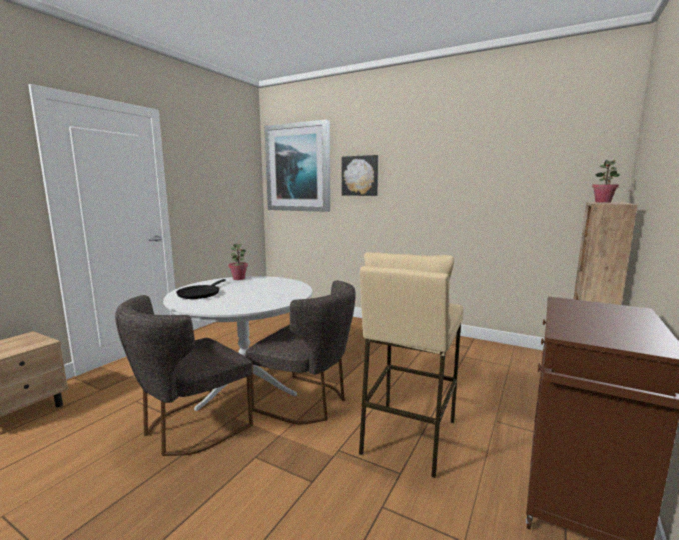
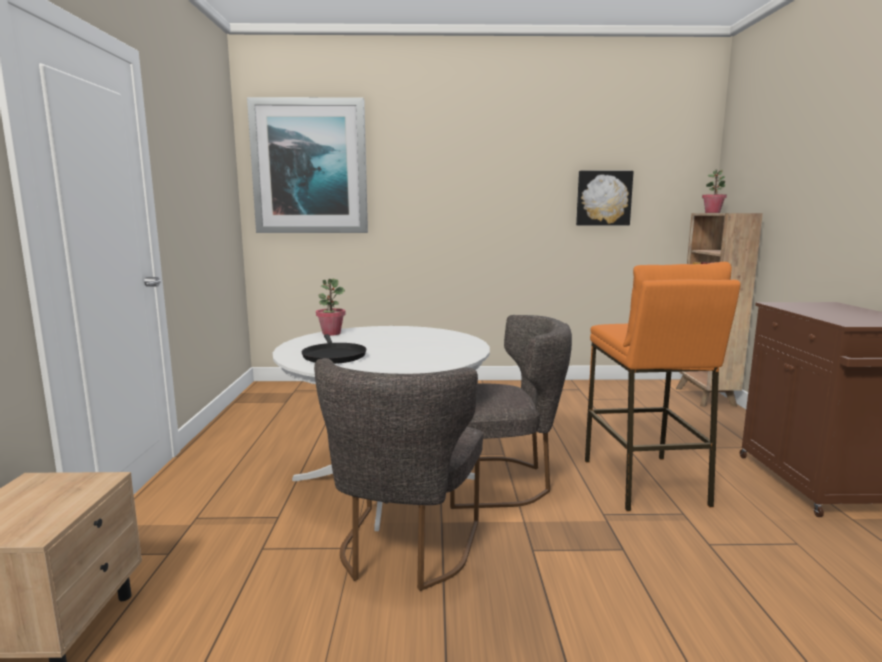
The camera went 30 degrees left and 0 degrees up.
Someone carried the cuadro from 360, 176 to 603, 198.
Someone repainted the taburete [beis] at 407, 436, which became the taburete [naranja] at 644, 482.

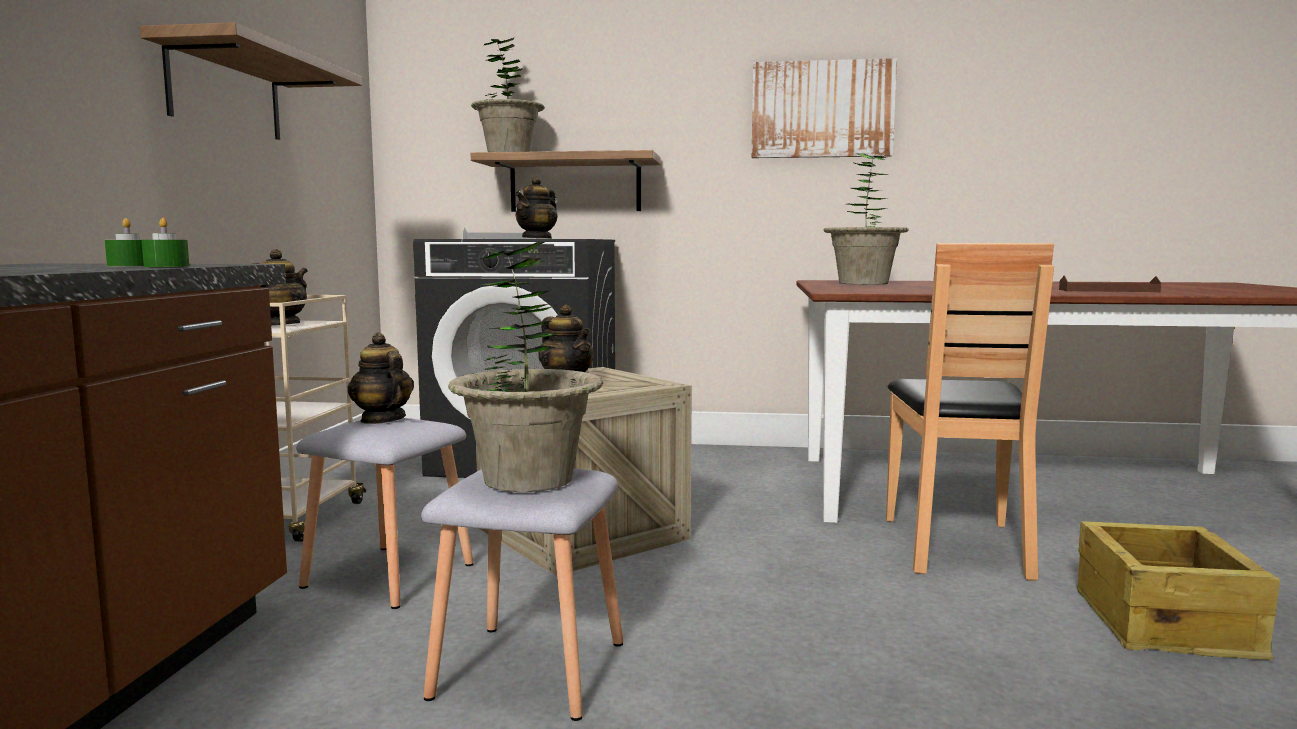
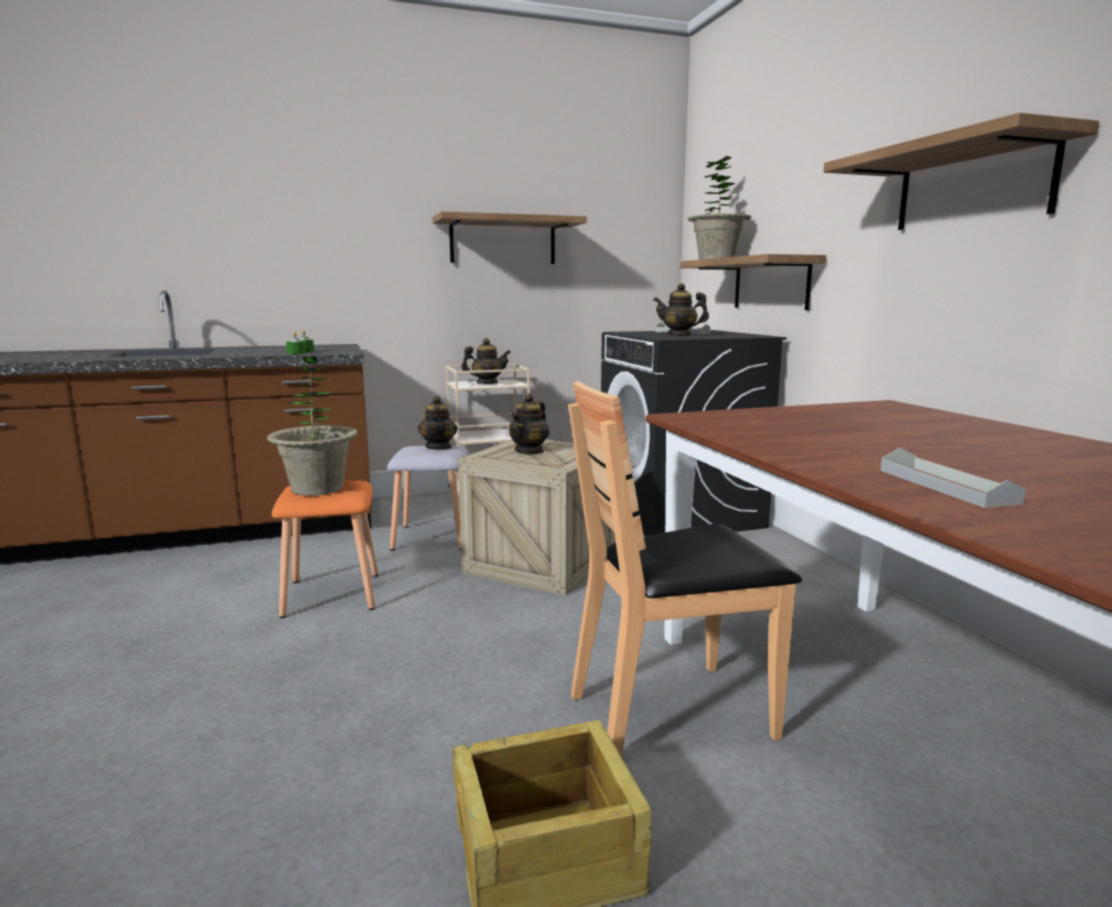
The camera went 65 degrees right and 5 degrees up.
Someone repainted the taburete [gris] at 526, 670, which became the taburete [naranja] at 331, 594.
Someone rotated the tetera at 382, 419 by 150 degrees clockwise.
Someone swapped the cuadro at 822, 110 for the estante at 972, 185.
Someone repainted the bandeja [marrón] at 1108, 290, which became the bandeja [gris] at 945, 486.
Someone took away the planta en maceta at 863, 283.

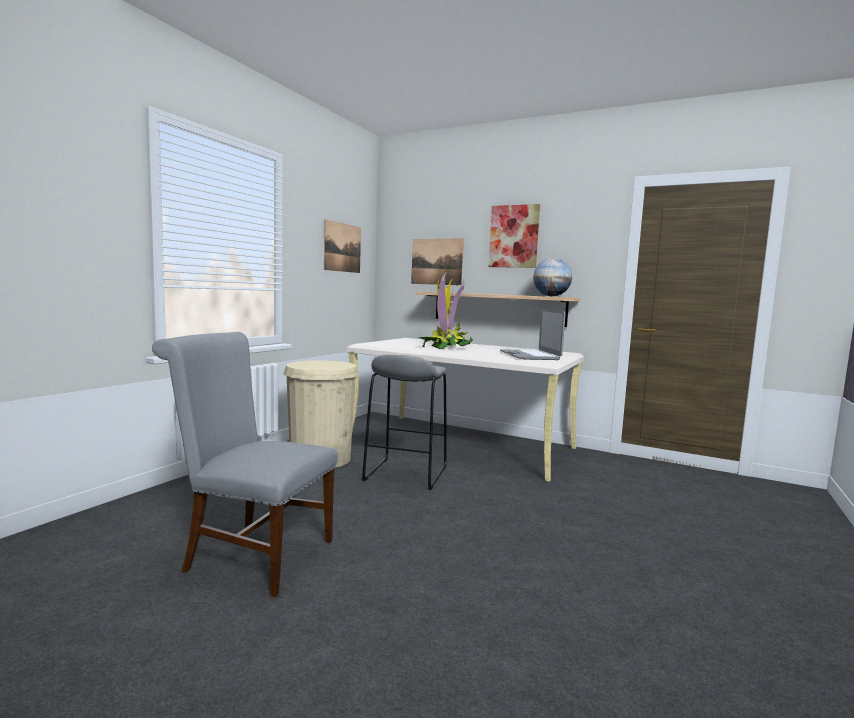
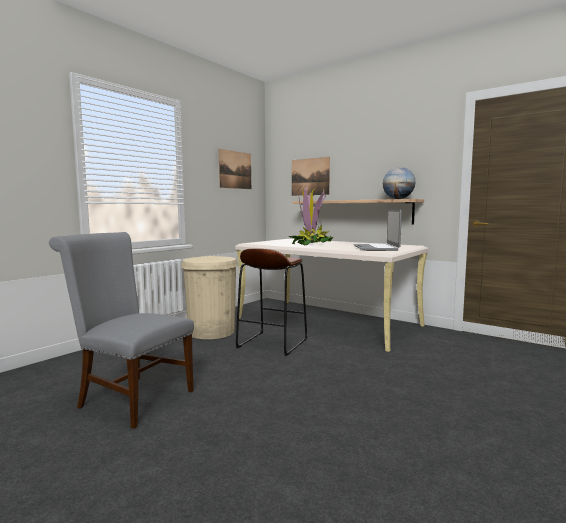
The camera went 10 degrees right and 0 degrees up.
Someone repainted the taburete [gris] at 405, 473, which became the taburete [marrón] at 272, 343.
Someone took away the cuadro at 514, 236.

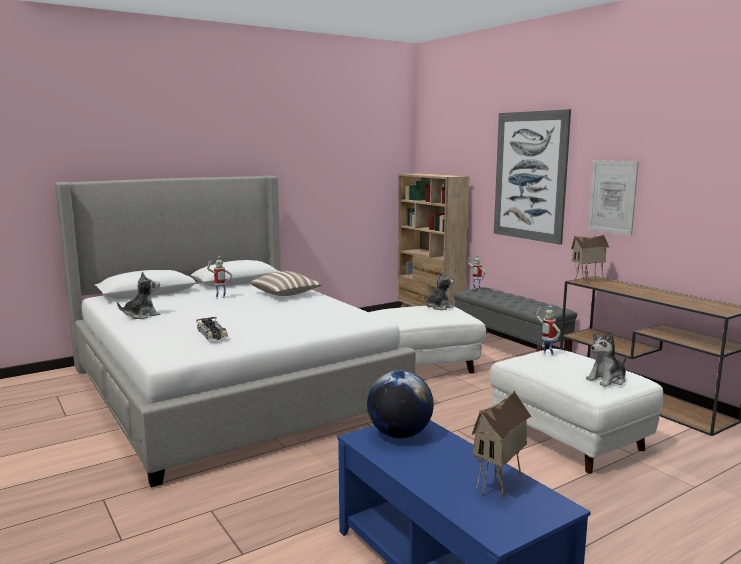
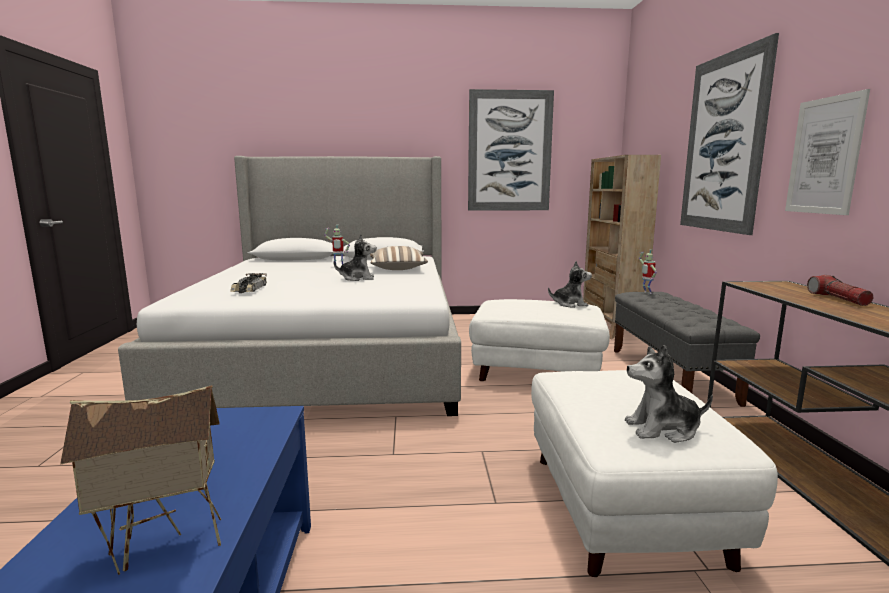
The camera went 30 degrees right and 0 degrees up.
Someone carried the peluche from 142, 315 to 357, 278.
Someone put up the cuadro at 509, 151.
Someone put down the linterna at 838, 299.
Someone took away the globo terráqueo at 399, 434.
Someone took away the robot de juguete at 547, 354.
Someone took away the casita at 588, 281.

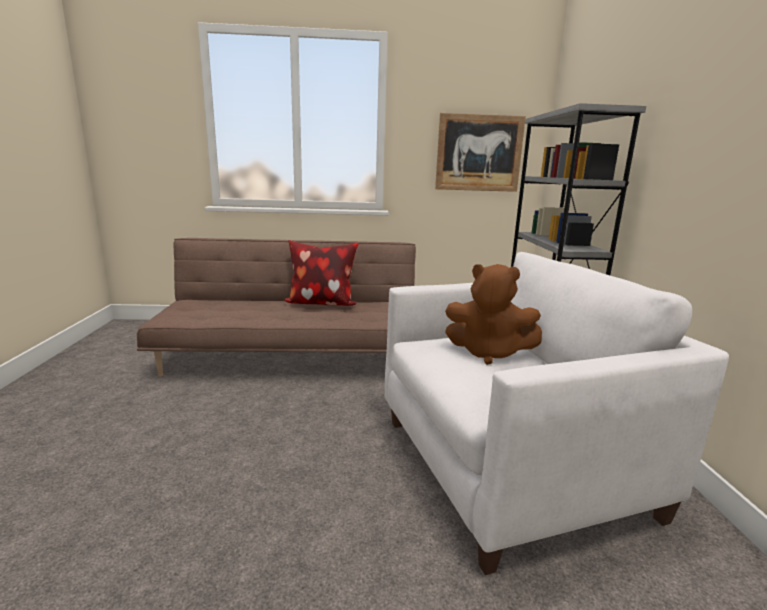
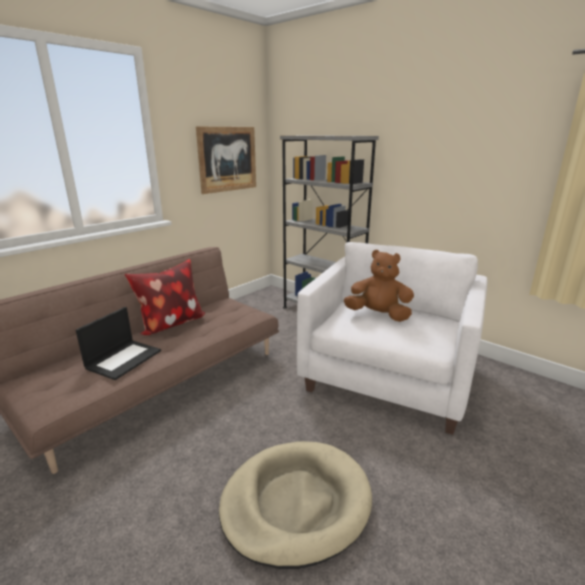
The camera went 45 degrees left and 5 degrees up.
Someone put down the portátil at 124, 359.
Someone put down the cama para perro [beis] at 295, 503.
Someone rotated the peluche [marrón] at 489, 353 by 135 degrees counterclockwise.

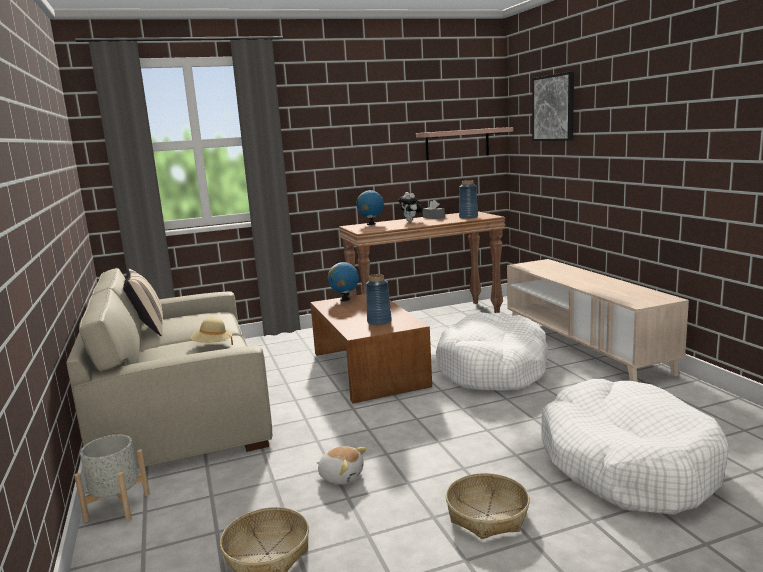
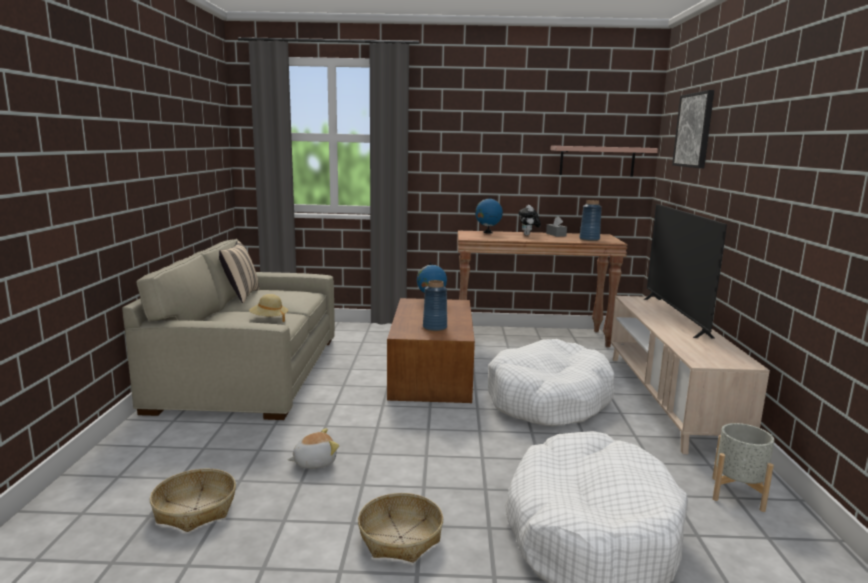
The camera went 20 degrees right and 0 degrees up.
Someone rotated the peluche at 341, 476 by 75 degrees counterclockwise.
Someone put down the televisor at 675, 316.
Someone carried the maceta [gris] from 117, 507 to 737, 494.

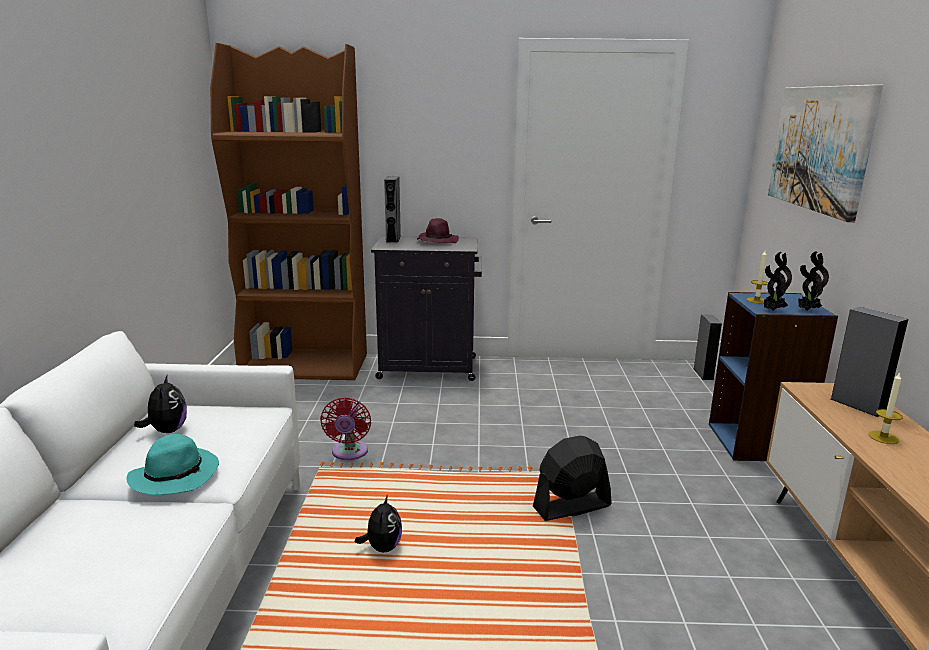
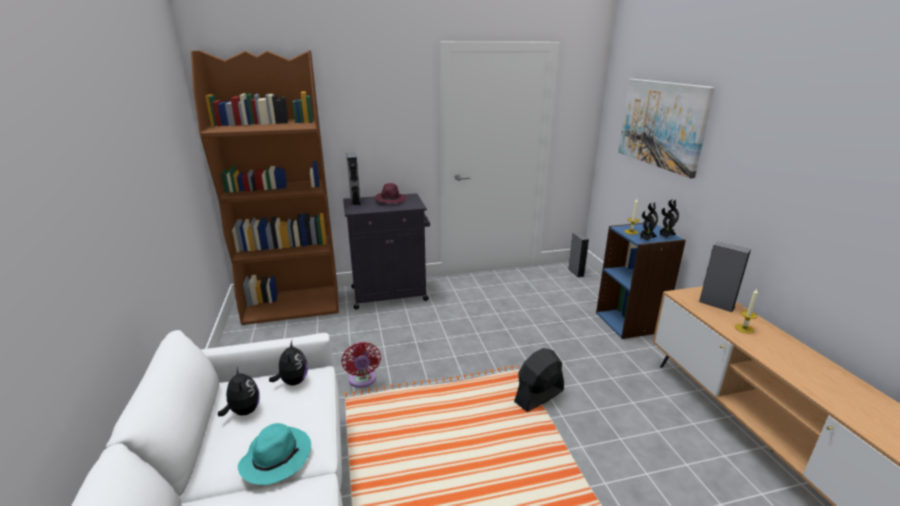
The camera went 15 degrees left and 5 degrees up.
Someone carried the peluche from 382, 547 to 293, 381.

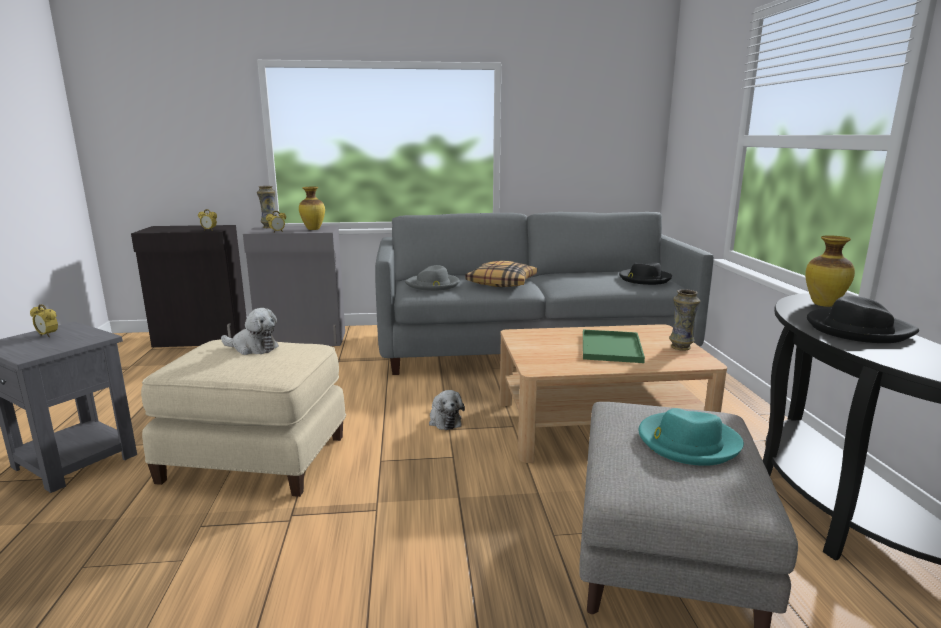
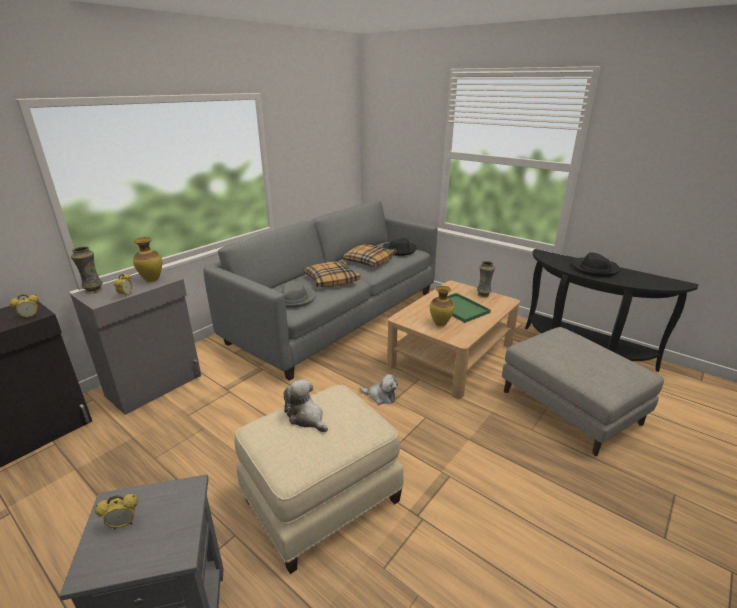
The camera went 45 degrees left and 10 degrees up.
Someone rotated the peluche at 252, 348 by 105 degrees counterclockwise.
Someone put down the cojín at 368, 261.
Someone carried the florero from 823, 304 to 440, 324.
Someone took away the sombrero [turquesa] at 687, 442.

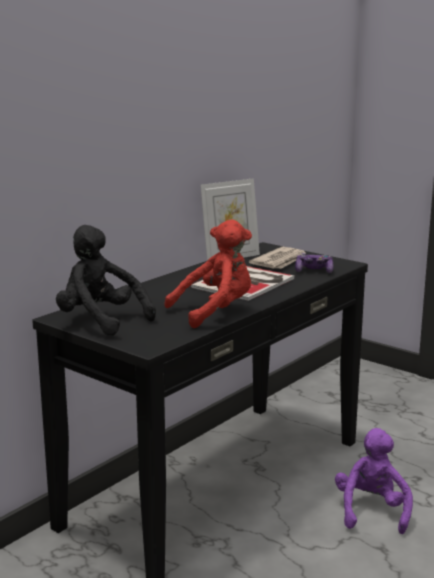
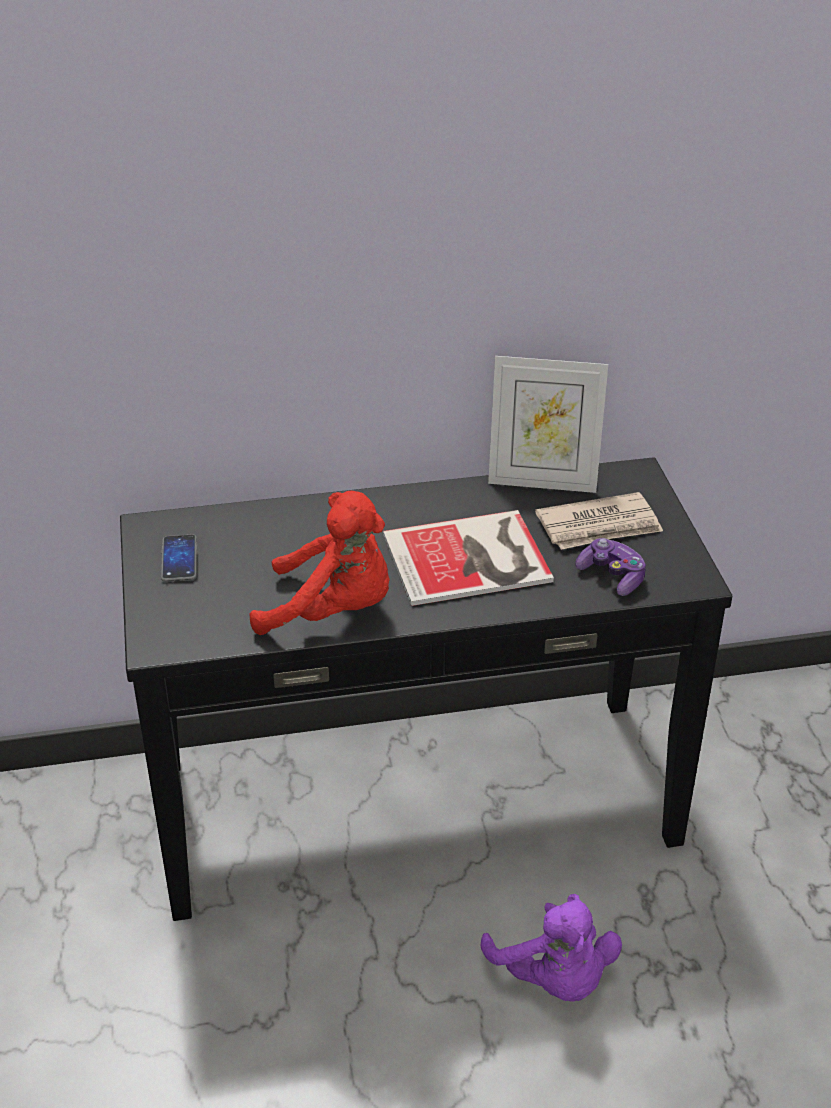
The camera went 40 degrees right and 20 degrees up.
Someone swapped the peluche [negro] at 100, 321 for the móvil at 179, 559.
Someone rotated the peluche [morado] at 371, 511 by 105 degrees clockwise.

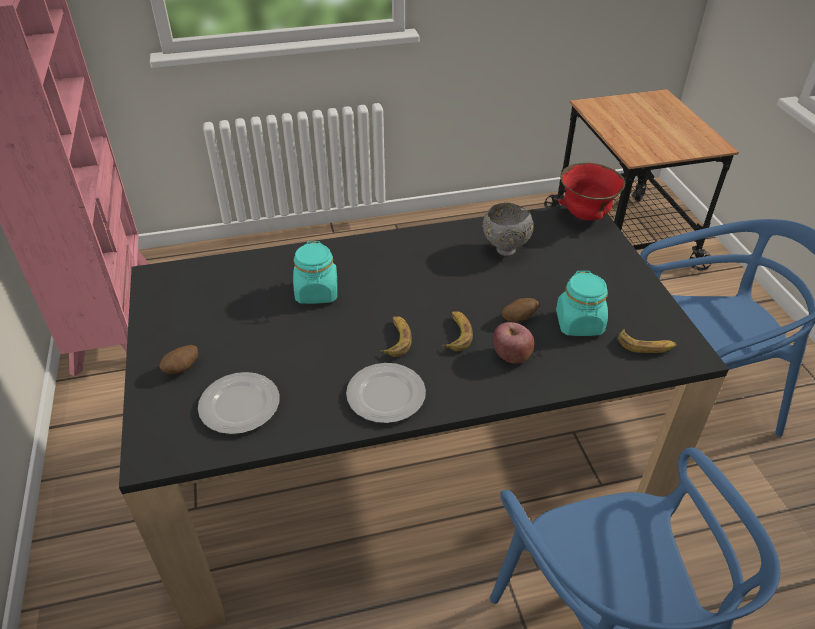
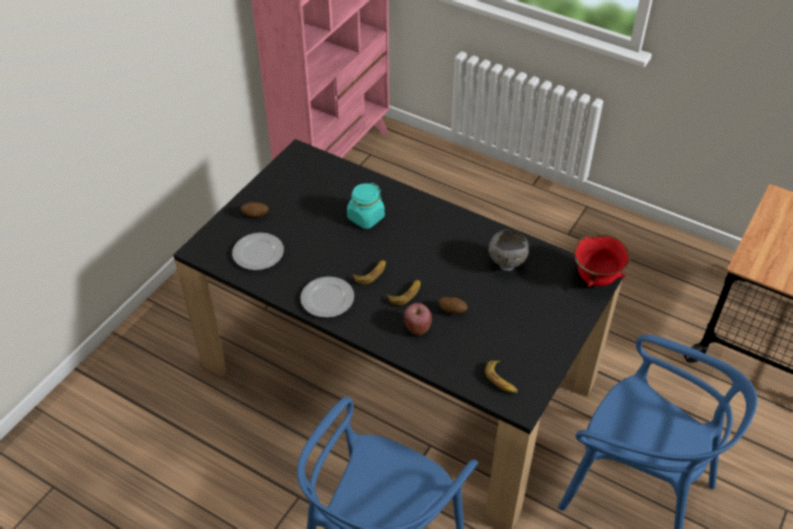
The camera went 45 degrees right and 5 degrees up.
Someone took away the tarro [turquesa] at 579, 323.

